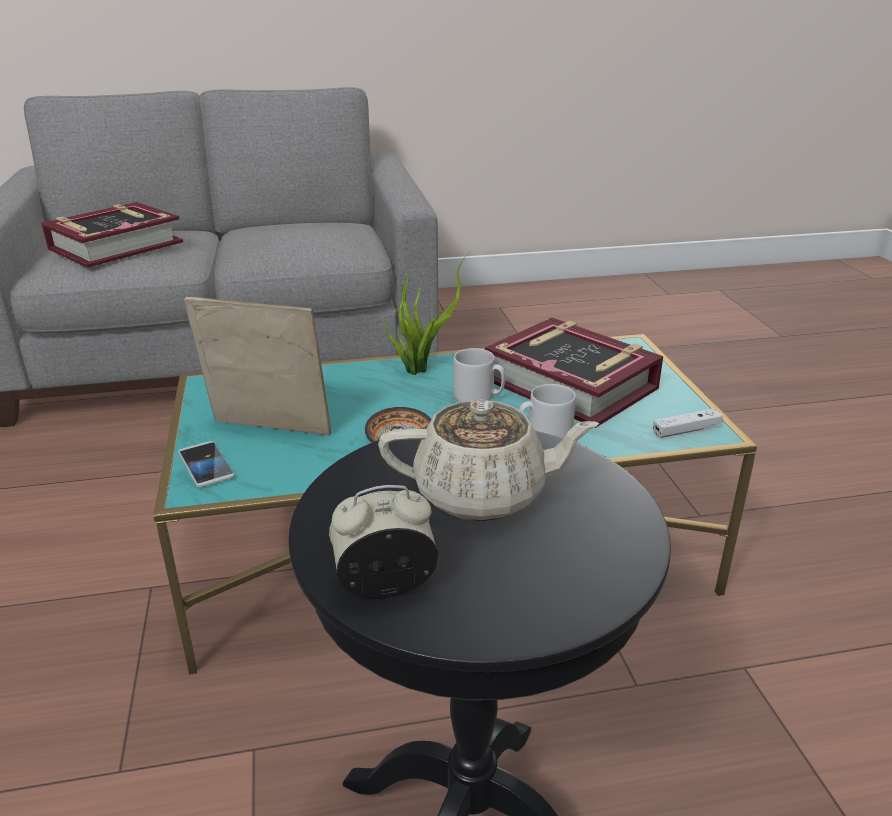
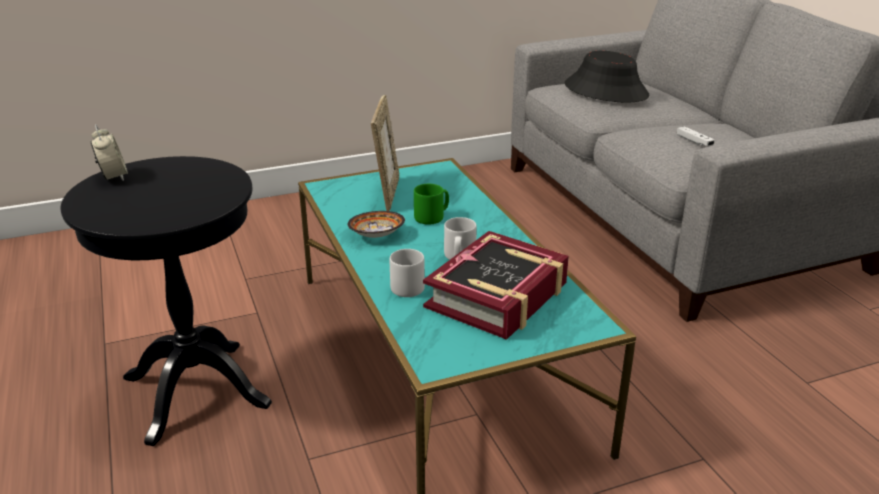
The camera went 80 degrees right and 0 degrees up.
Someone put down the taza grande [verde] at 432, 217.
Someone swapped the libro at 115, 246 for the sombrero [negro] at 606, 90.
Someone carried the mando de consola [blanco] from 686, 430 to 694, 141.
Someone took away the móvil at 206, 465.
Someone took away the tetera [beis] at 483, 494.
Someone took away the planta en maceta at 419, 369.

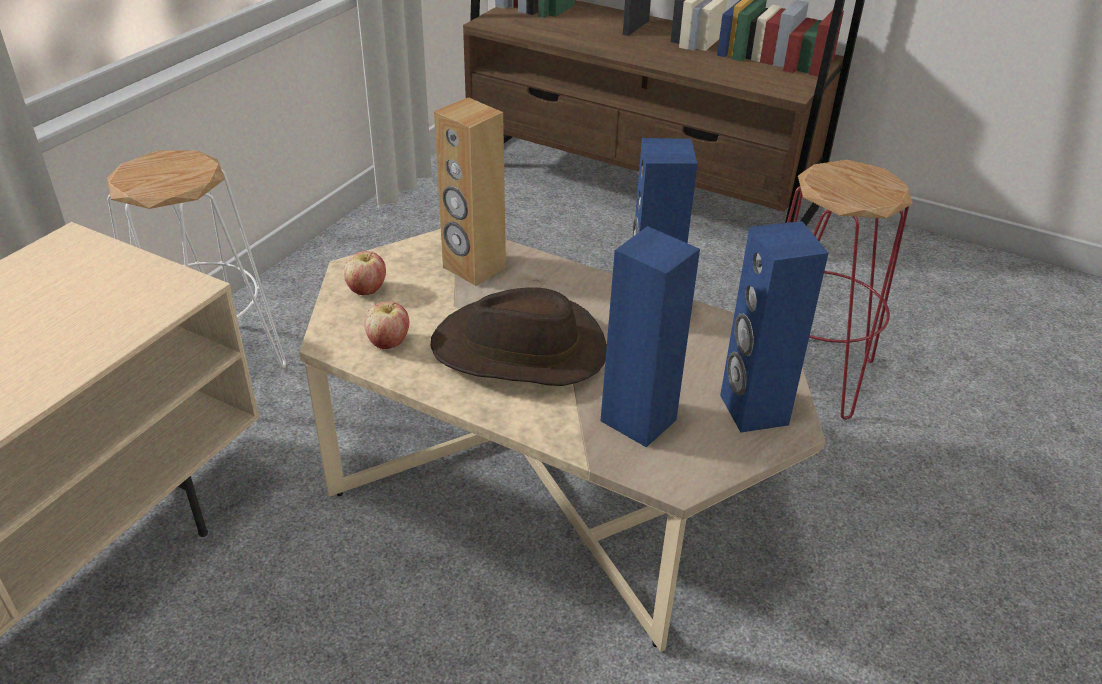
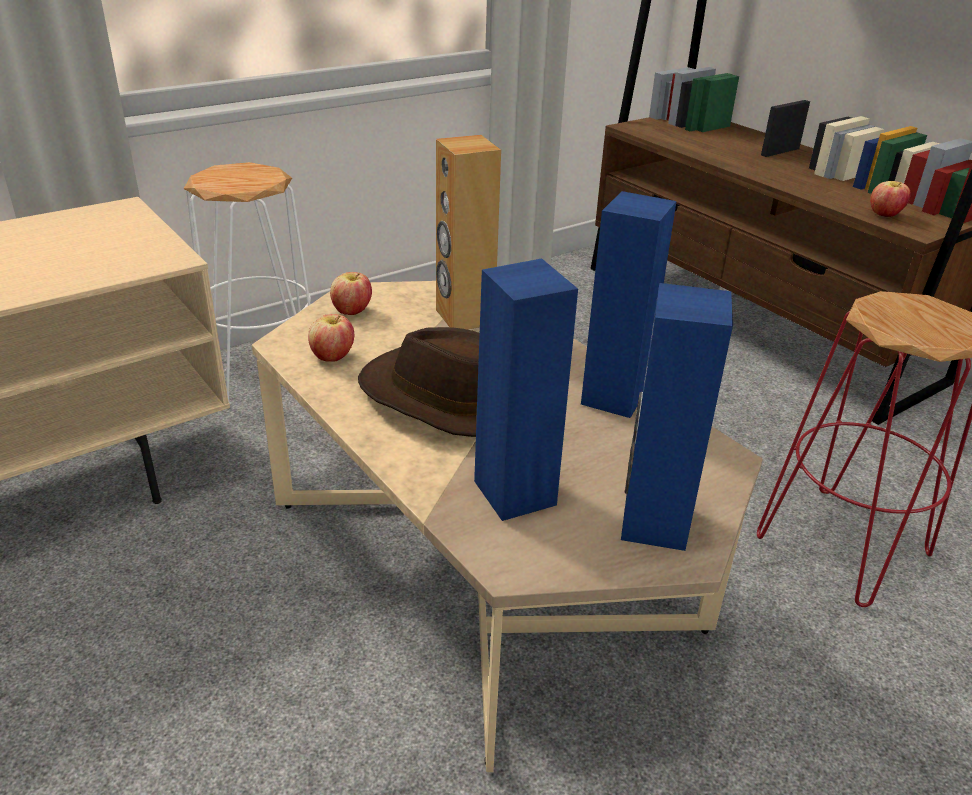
The camera went 25 degrees right and 5 degrees down.
Someone put down the manzana at 884, 215.

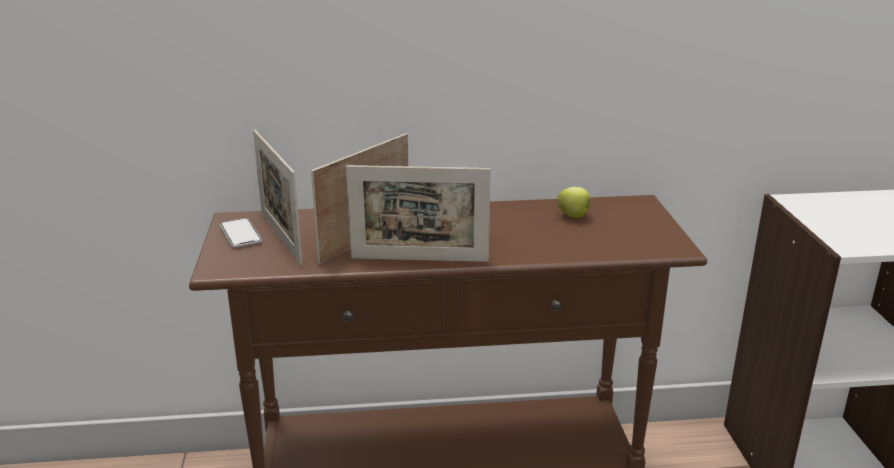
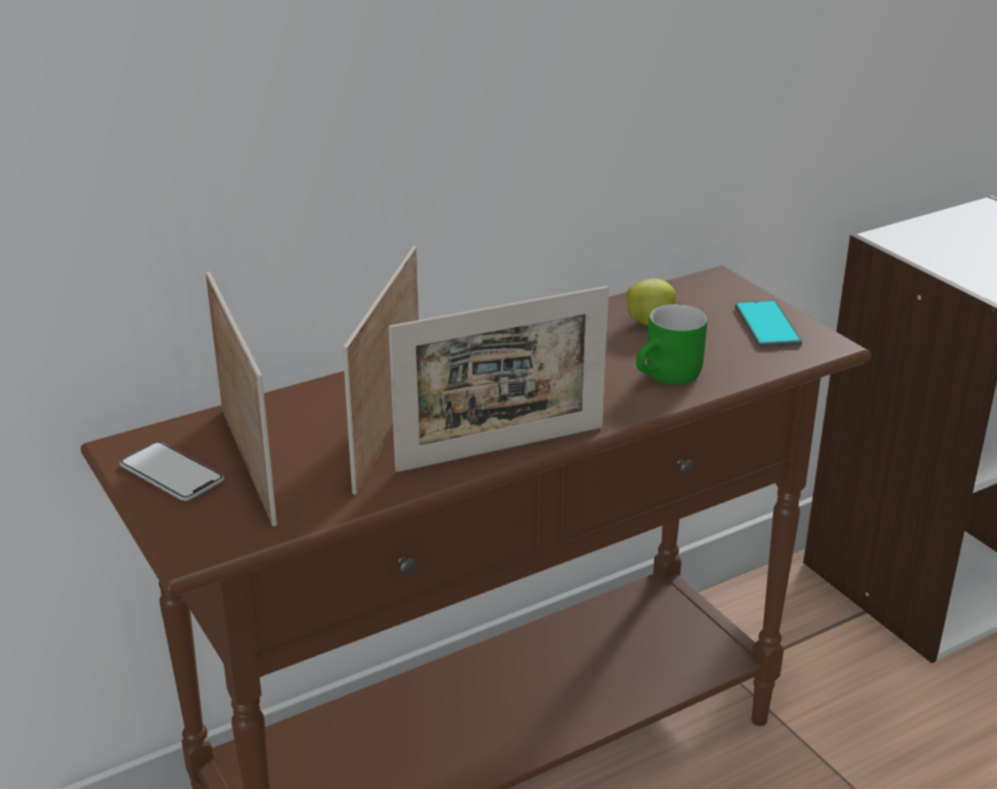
The camera went 25 degrees left and 5 degrees up.
Someone rotated the portarretratos at 280, 238 by 150 degrees counterclockwise.
Someone put down the taza grande [verde] at 670, 377.
Someone put down the móvil at 767, 325.

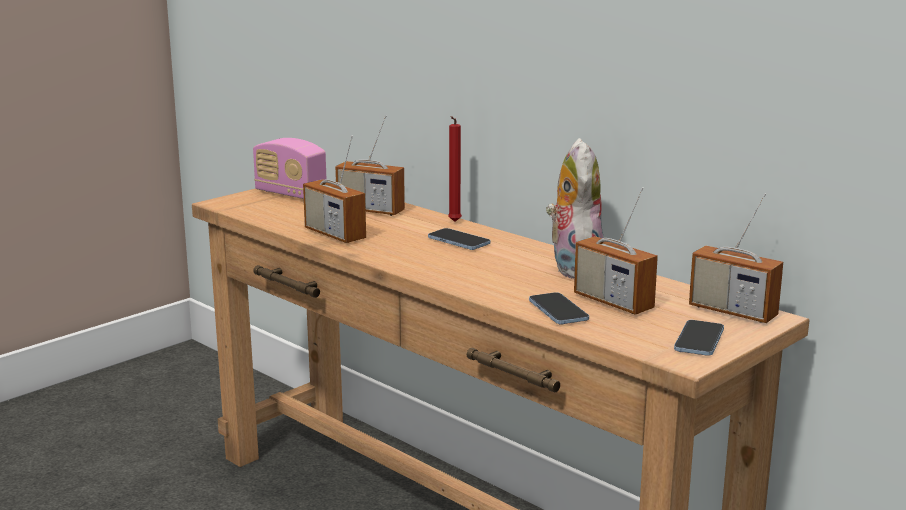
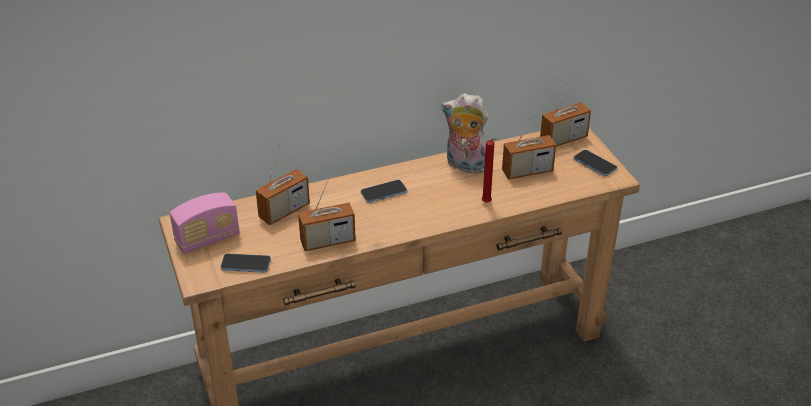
The camera went 65 degrees left and 20 degrees up.
Someone carried the móvil from 558, 311 to 246, 264.
Someone carried the vela [rojo] from 453, 222 to 487, 203.

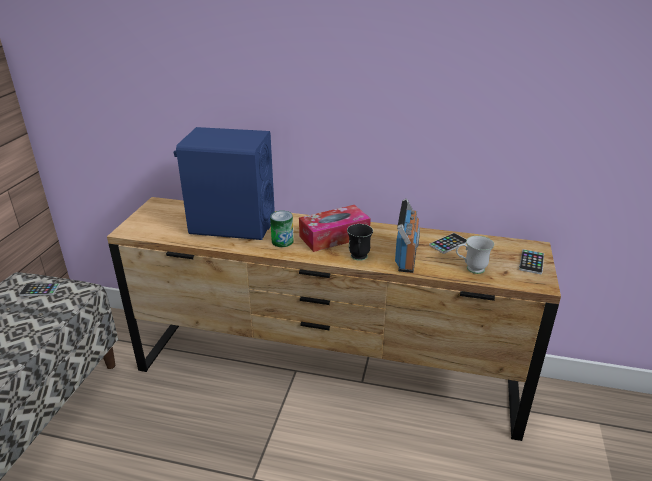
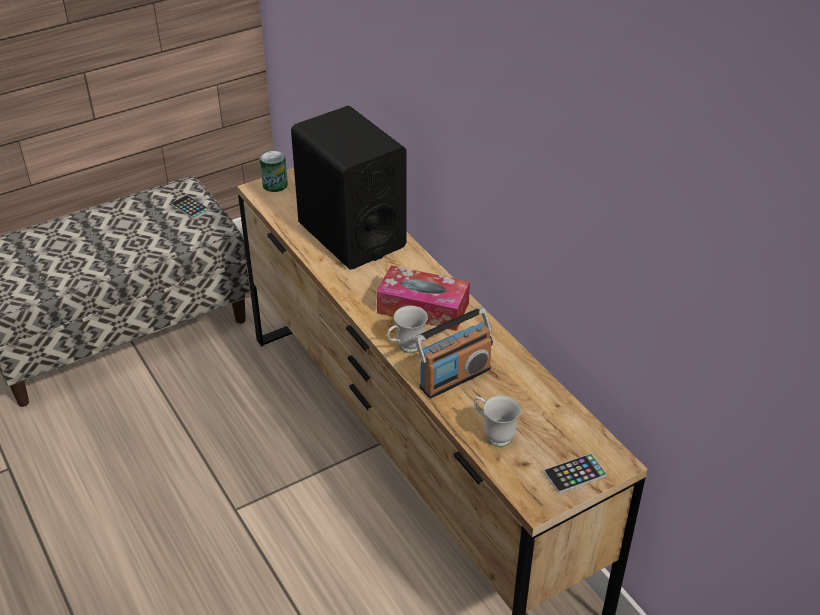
The camera went 45 degrees right and 10 degrees up.
Someone carried the lata from 282, 241 to 275, 184.
Someone repainted the altavoz [azul] at 232, 225, which became the altavoz [negro] at 351, 235.
Someone repainted the taza grande [negro] at 358, 258, which became the taza grande [blanco] at 405, 348.
Someone took away the móvil at 448, 244.

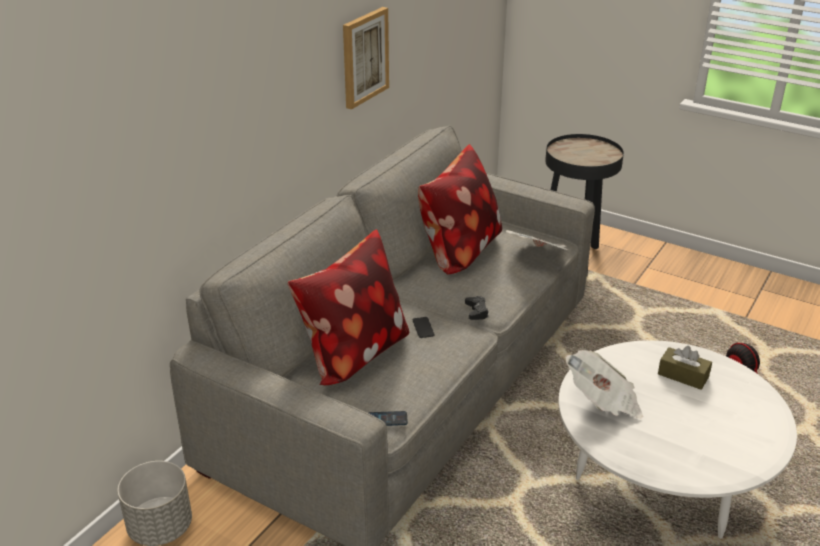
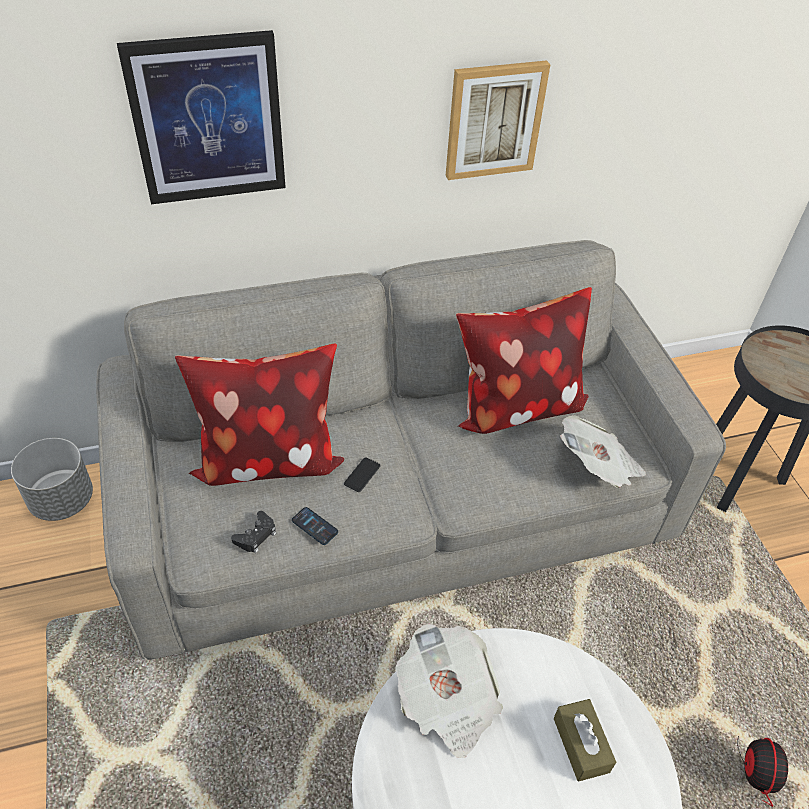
The camera went 40 degrees right and 15 degrees up.
Someone put up the cuadro at 208, 120.
Someone carried the mando de consola [negro] from 476, 311 to 256, 535.
Someone carried the móvil from 387, 419 to 315, 526.

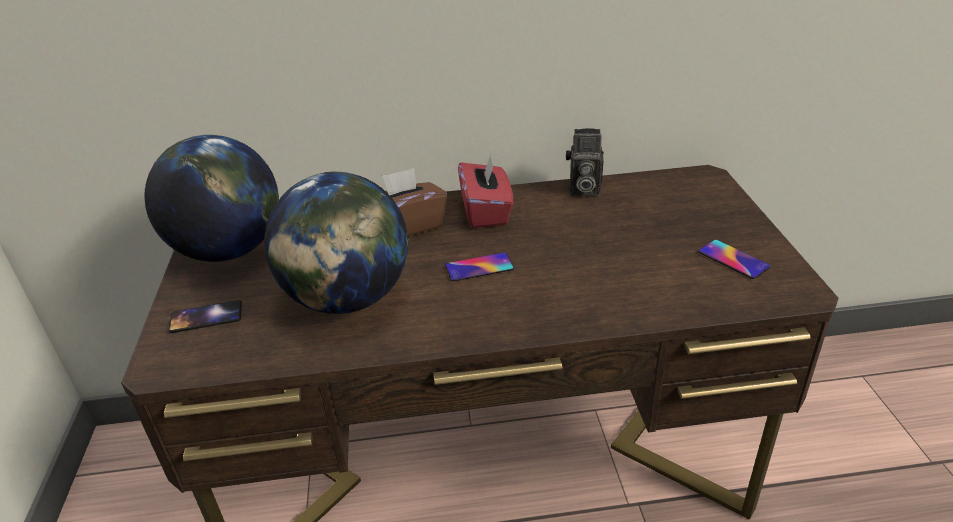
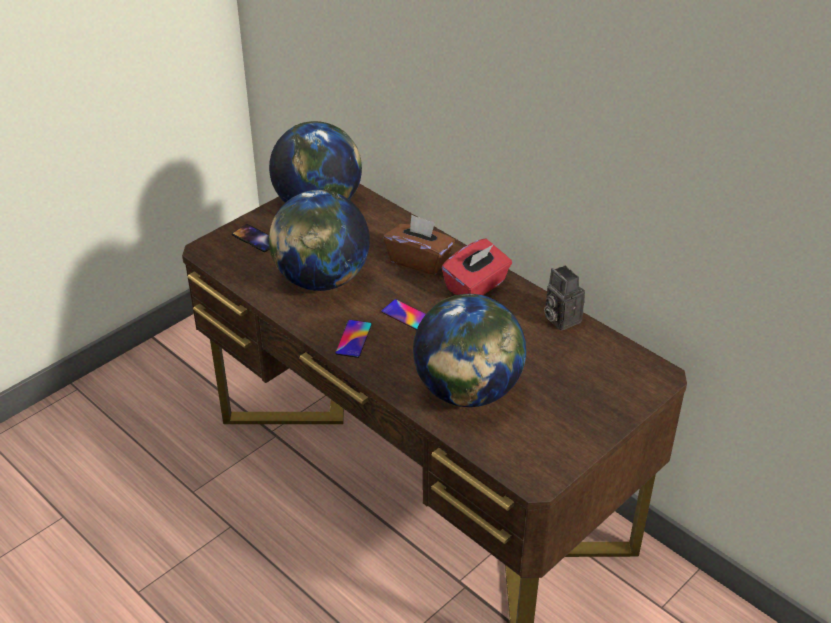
The camera went 50 degrees right and 5 degrees up.
Someone carried the móvil from 733, 259 to 353, 339.
Someone put down the globo terráqueo at 467, 392.

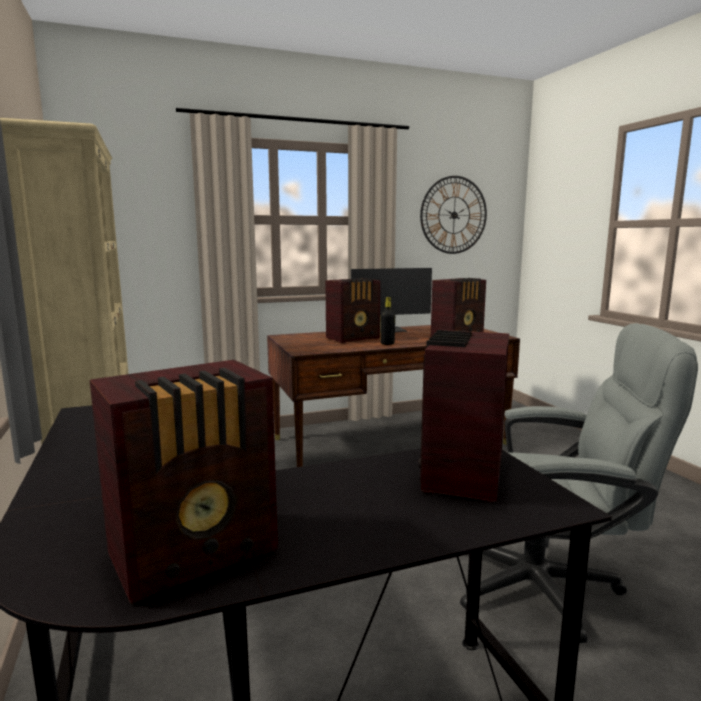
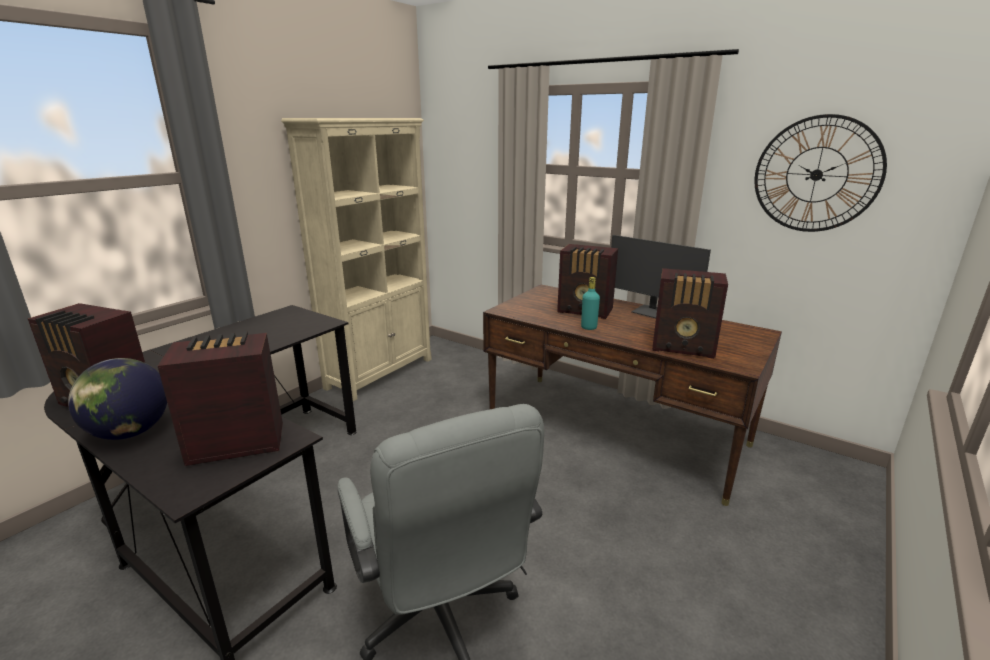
The camera went 55 degrees right and 10 degrees up.
Someone put down the globo terráqueo at 130, 432.
Someone repainted the botella [negro] at 387, 344, which became the botella [turquesa] at 588, 327.

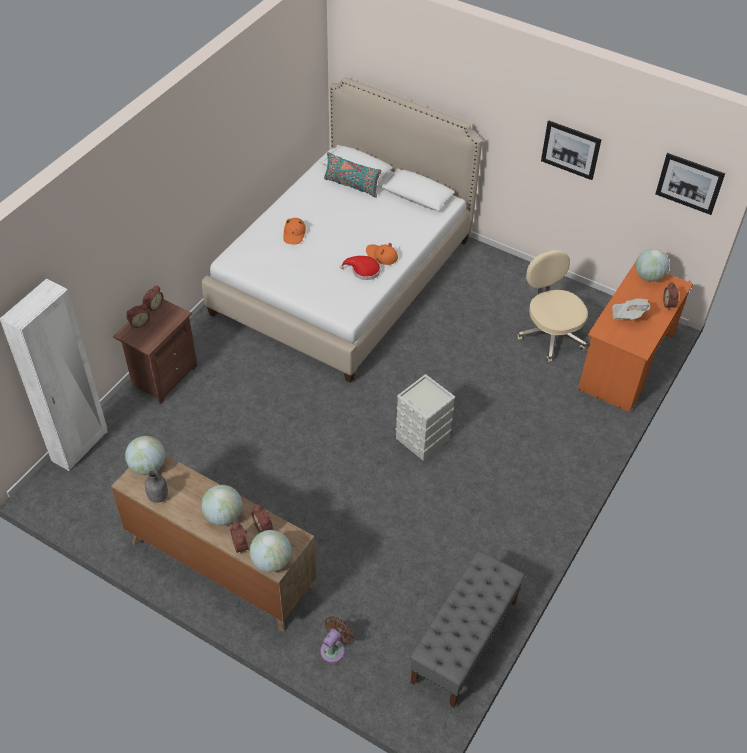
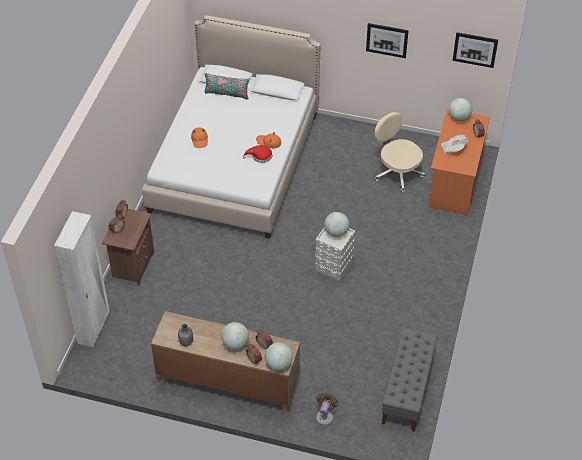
The camera went 15 degrees left and 0 degrees up.
Someone carried the globo terráqueo from 148, 466 to 336, 232.

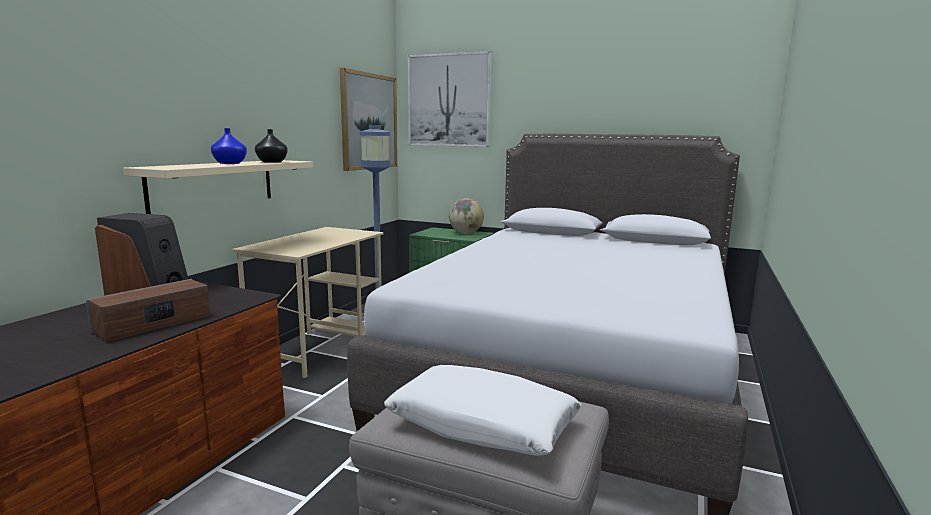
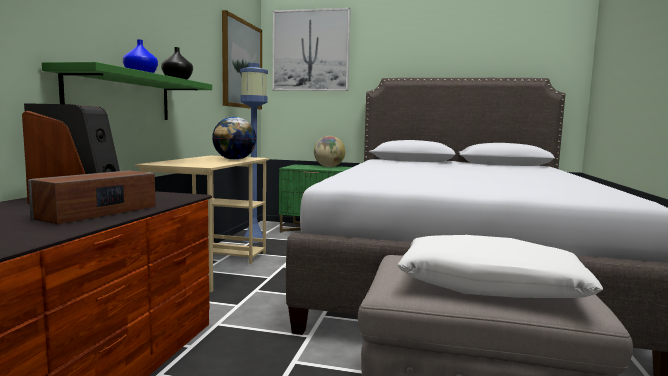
The camera went 10 degrees left and 5 degrees down.
Someone repainted the estante [beis] at 213, 184, which became the estante [verde] at 121, 97.
Someone put down the globo terráqueo at 234, 159.

